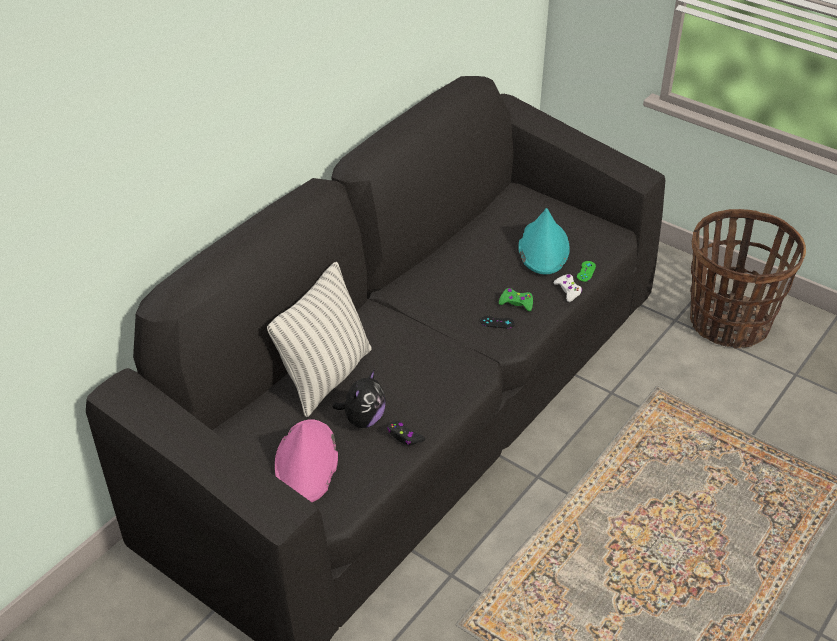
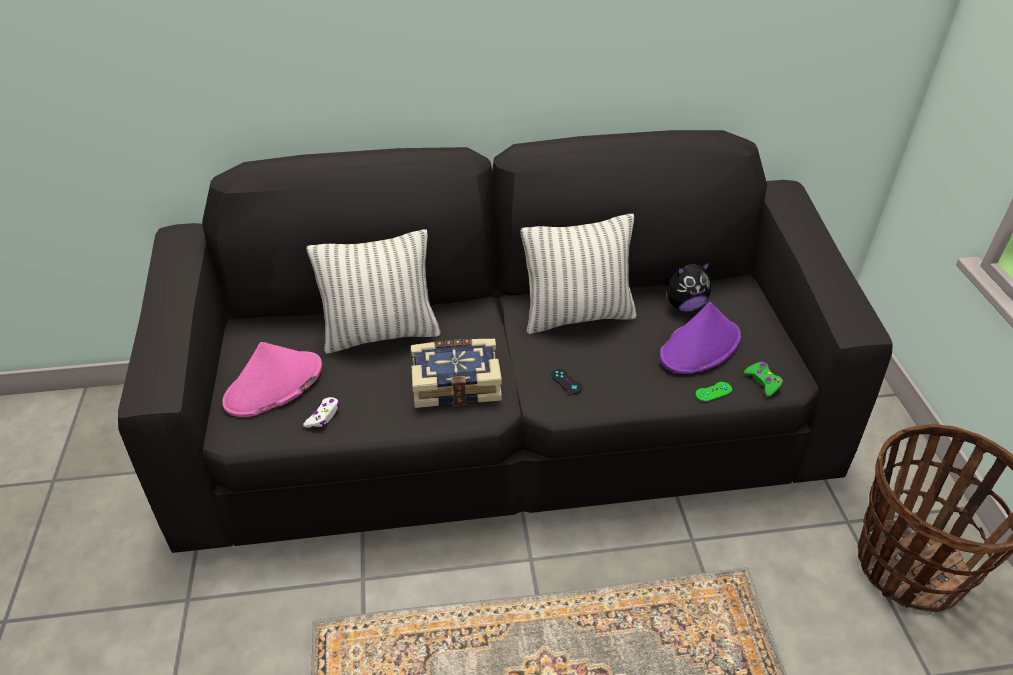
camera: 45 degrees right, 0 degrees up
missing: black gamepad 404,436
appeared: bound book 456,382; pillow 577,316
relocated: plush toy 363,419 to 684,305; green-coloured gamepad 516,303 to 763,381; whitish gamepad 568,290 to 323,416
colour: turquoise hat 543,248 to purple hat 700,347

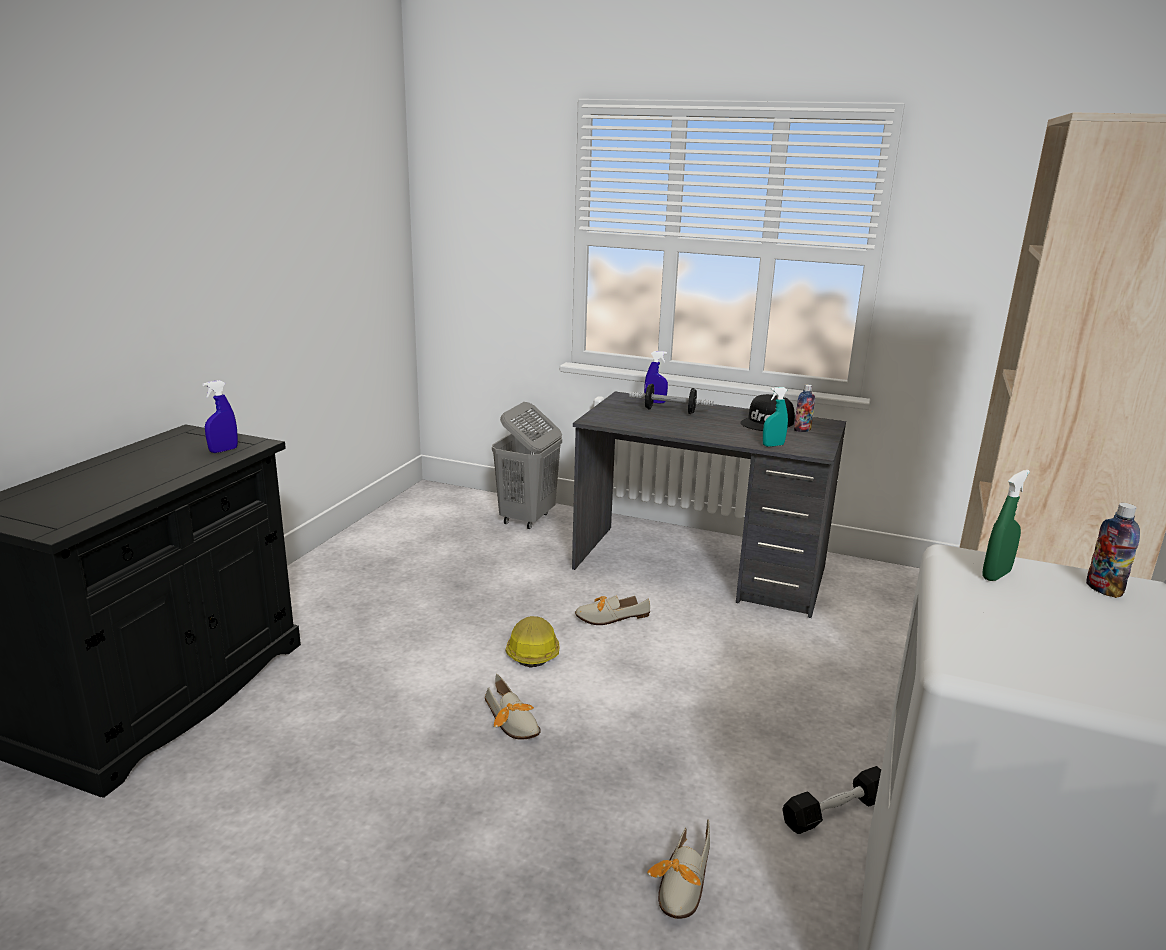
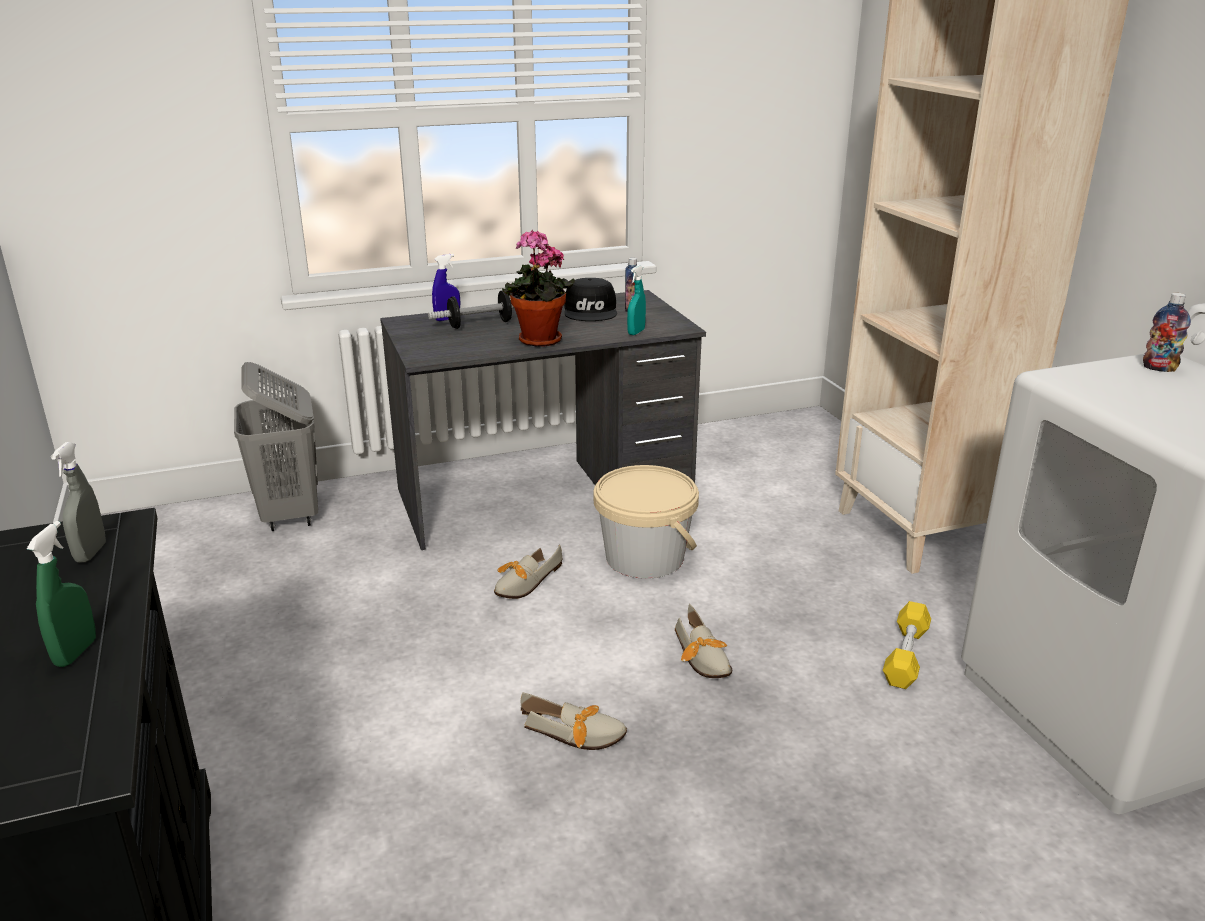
camera: 40 degrees left, 5 degrees up
missing: work helmet 532,651
appeared: houseplant 538,342; beige-coloured bucket 644,558
relocated: item of footwear 682,885 to 704,659; green-coloured spray bottle 996,575 to 76,652
colour: bluish spray bottle 223,450 to gray spray bottle 91,553; black dumbbell 836,811 to yellowish dumbbell 905,656

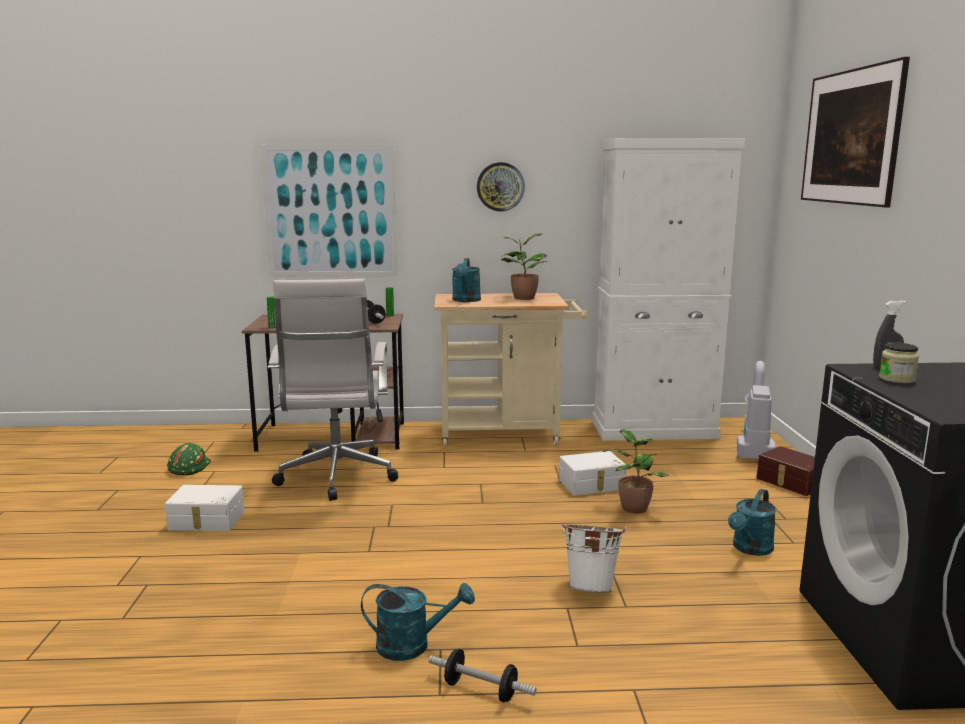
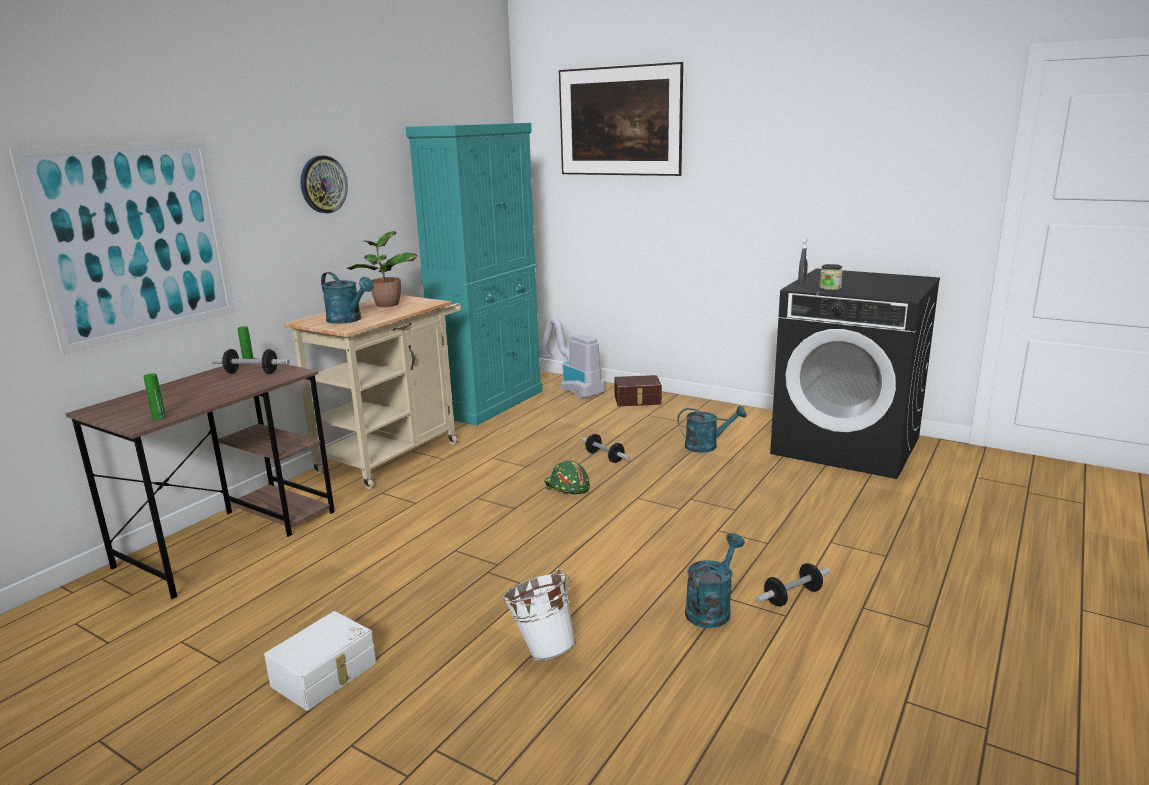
camera: 55 degrees left, 5 degrees up
missing: whitish desk chair 336,478; whitish storage container 592,485
relocated: green-coloured work helmet 188,467 to 566,487; whitish bucket 591,587 to 542,648
exchanged: houseplant 633,507 to dumbbell 604,457
colour: whitish storage cabinet 654,429 to turquoise storage cabinet 490,403
spun: turquoise sprinkling can 750,549 = 707,446 75 degrees counterclockwise

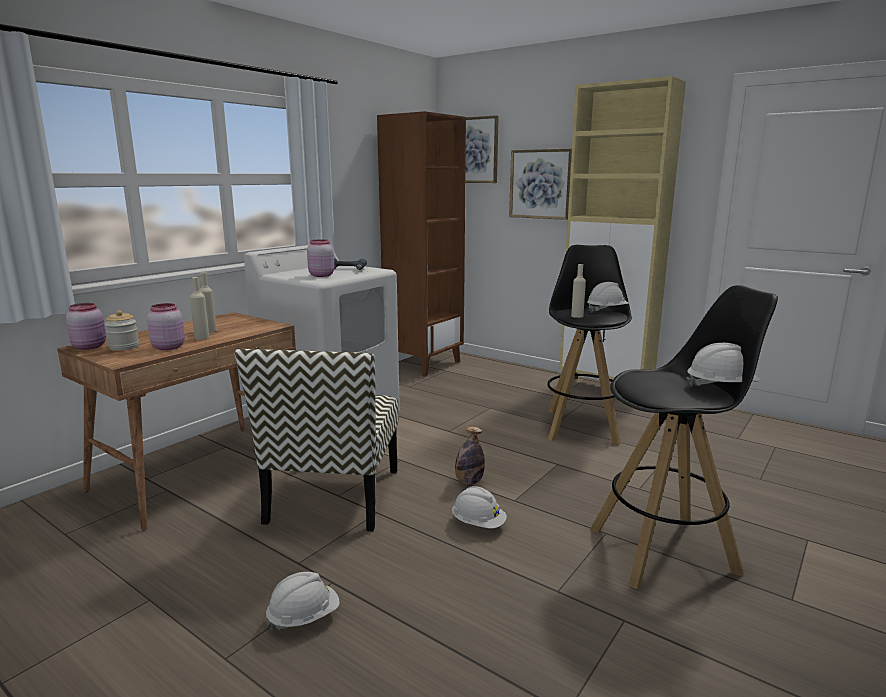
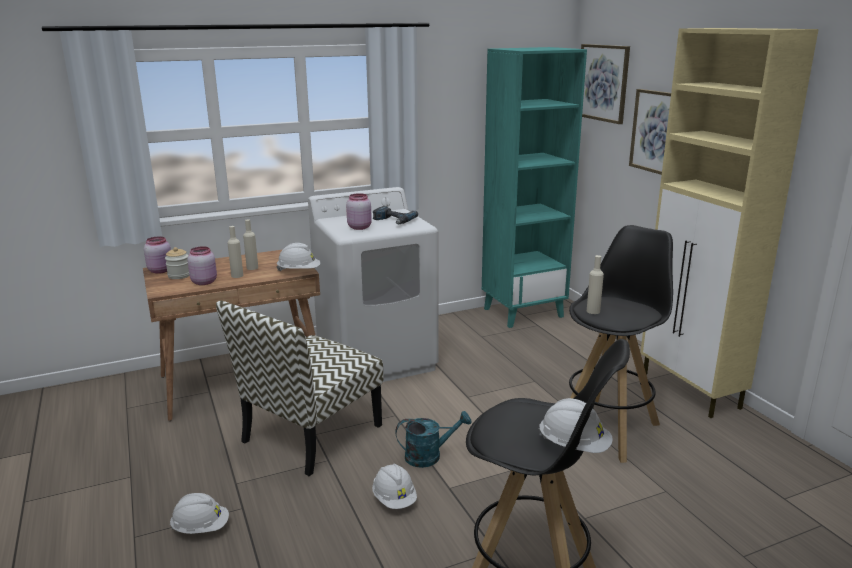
camera: 30 degrees right, 5 degrees up
relocated: whitish work helmet 606,311 to 299,271
exchanged: bottle 469,482 to turquoise sprinkling can 429,456
colour: brown shelving unit 424,364 to turquoise shelving unit 523,312

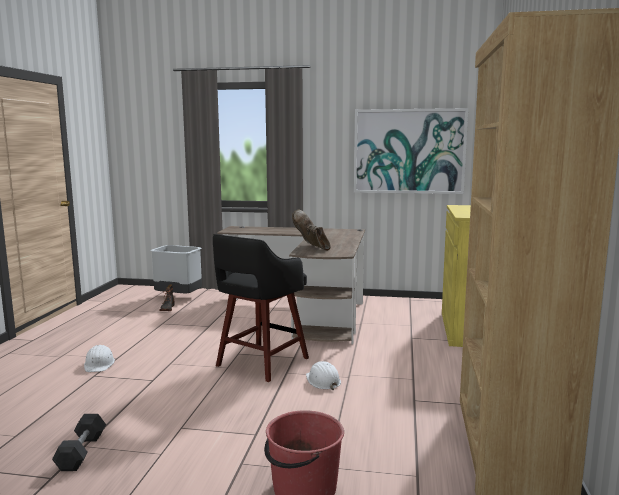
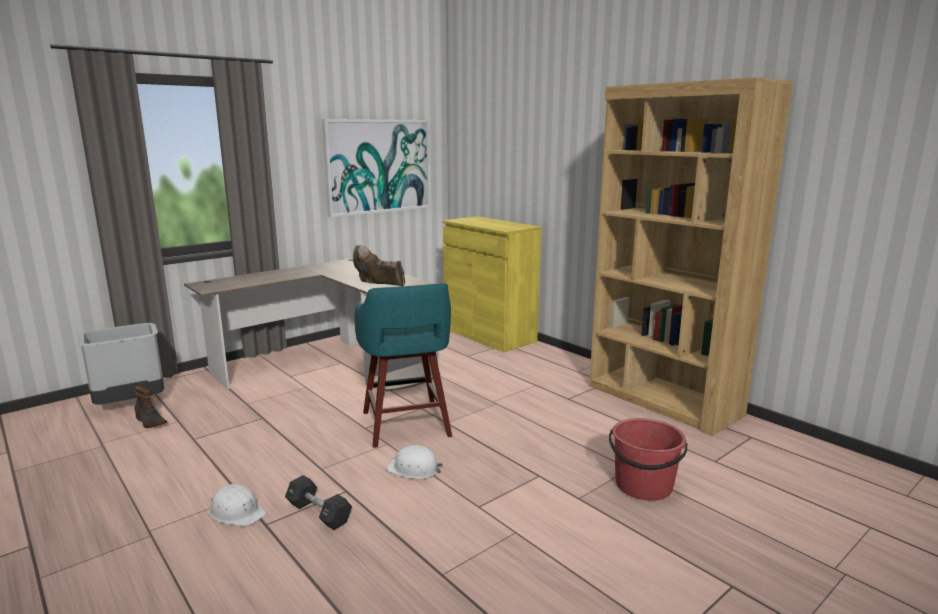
camera: 50 degrees left, 5 degrees up
relocated: black dumbbell 81,452 to 319,513; whitish work helmet 323,381 to 414,469
colour: black sitting stool 260,363 to turquoise sitting stool 406,425

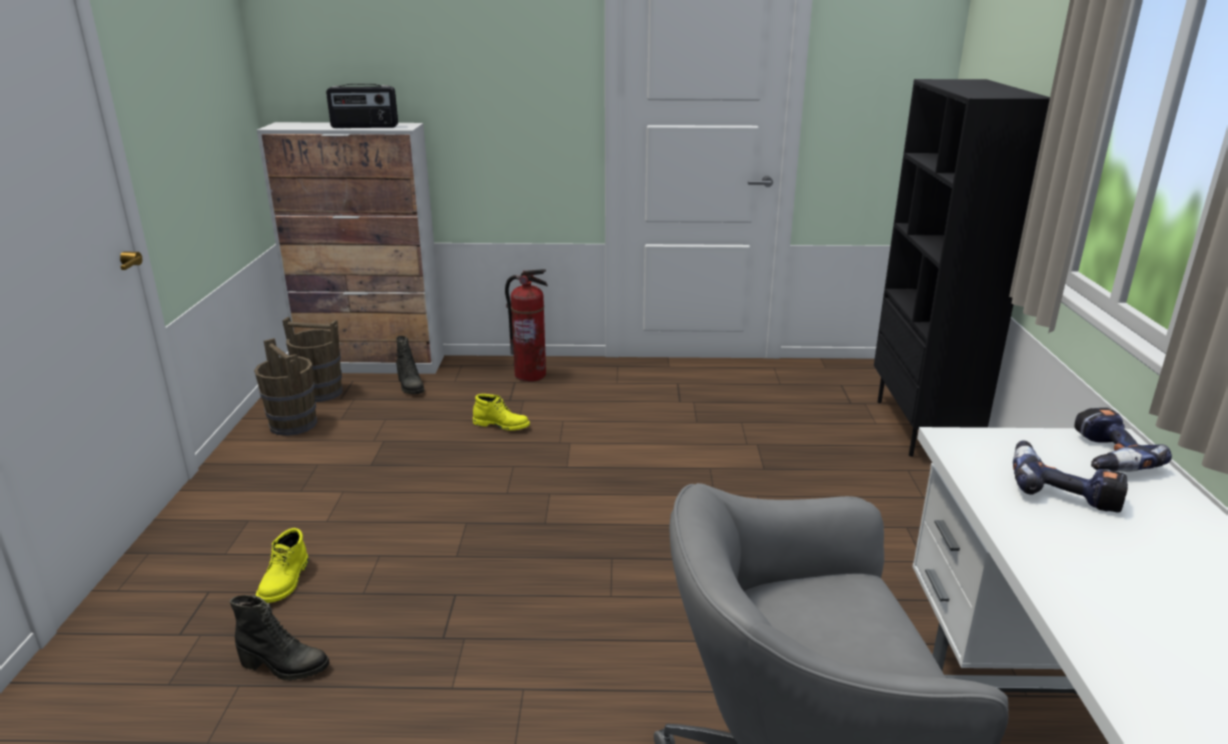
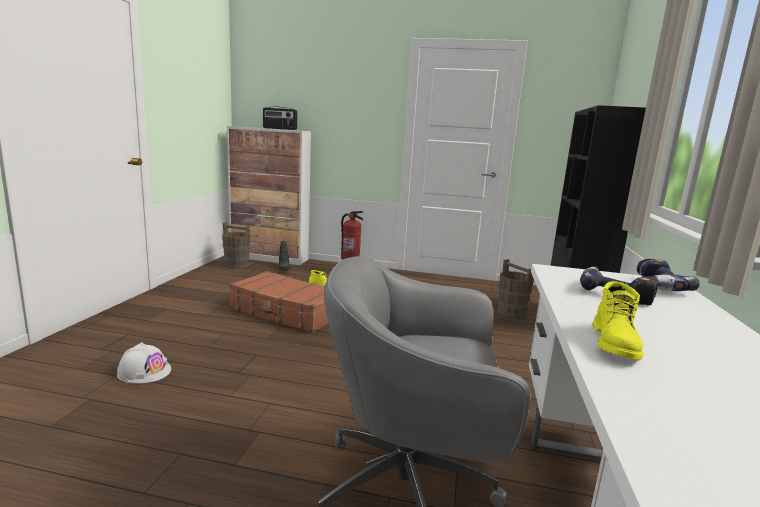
camera: 10 degrees right, 10 degrees down
appeared: brown travel case 287,312
relocated: brown bucket 293,424 to 511,312; yellowish tall boot 285,582 to 616,344
exchanged: black tall boot 284,667 to whitish work helmet 144,371

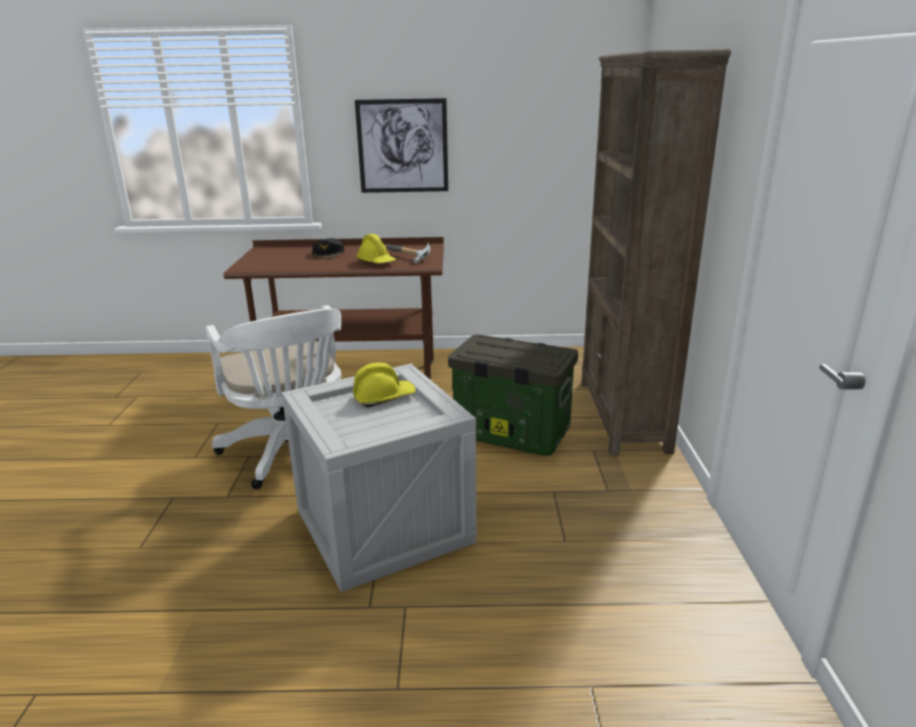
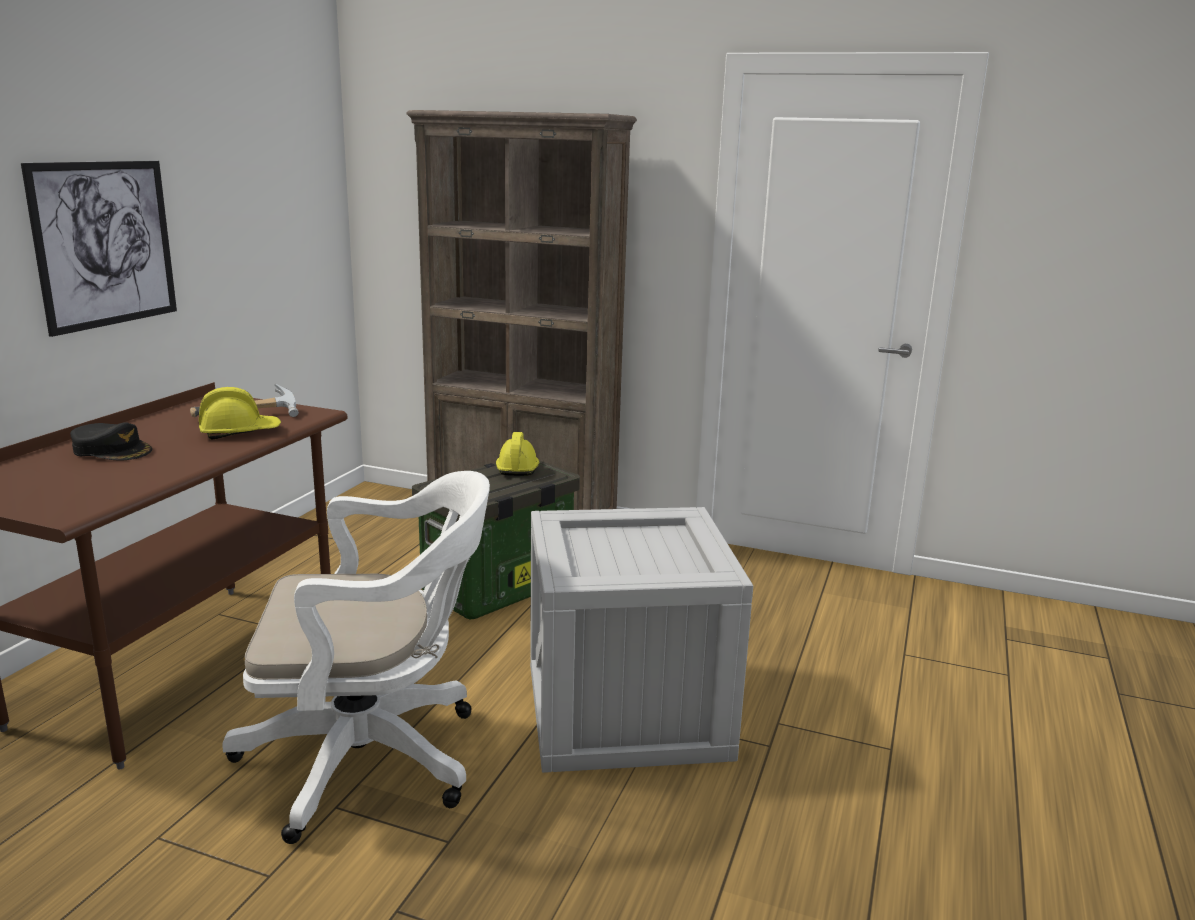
camera: 70 degrees left, 5 degrees down
relocated: yellowish work helmet 384,397 to 517,467

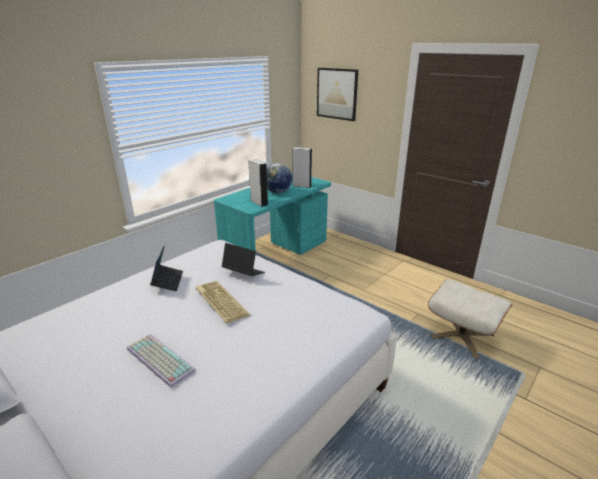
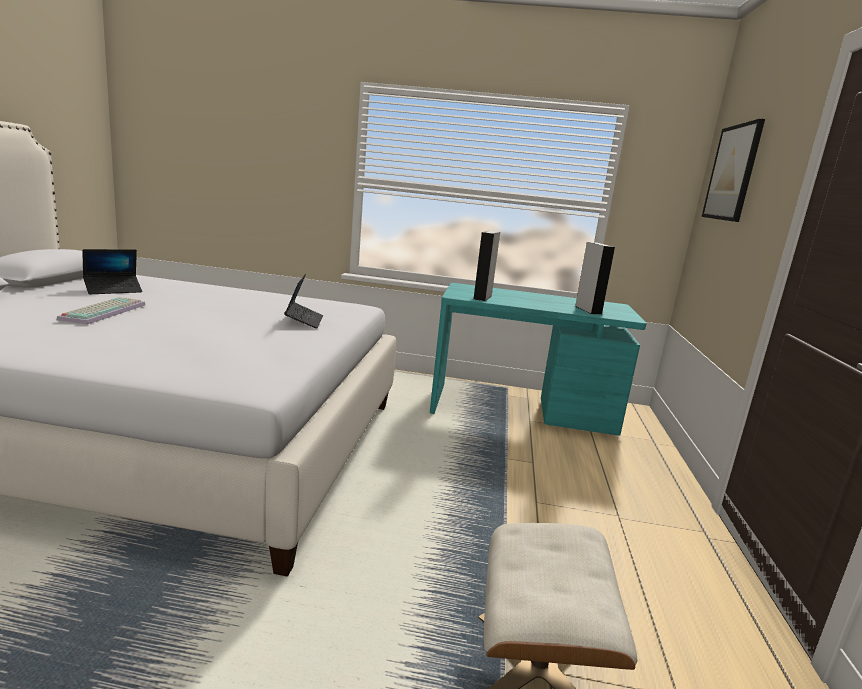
camera: 55 degrees right, 10 degrees down
missing: computer keyboard 220,302; desk globe 277,192
relocated: laptop 168,281 to 113,290

